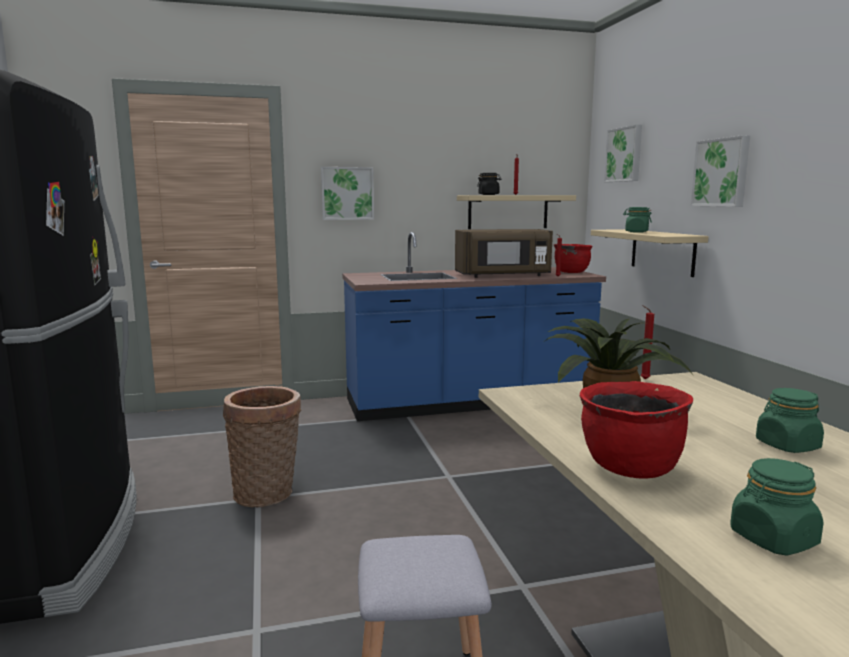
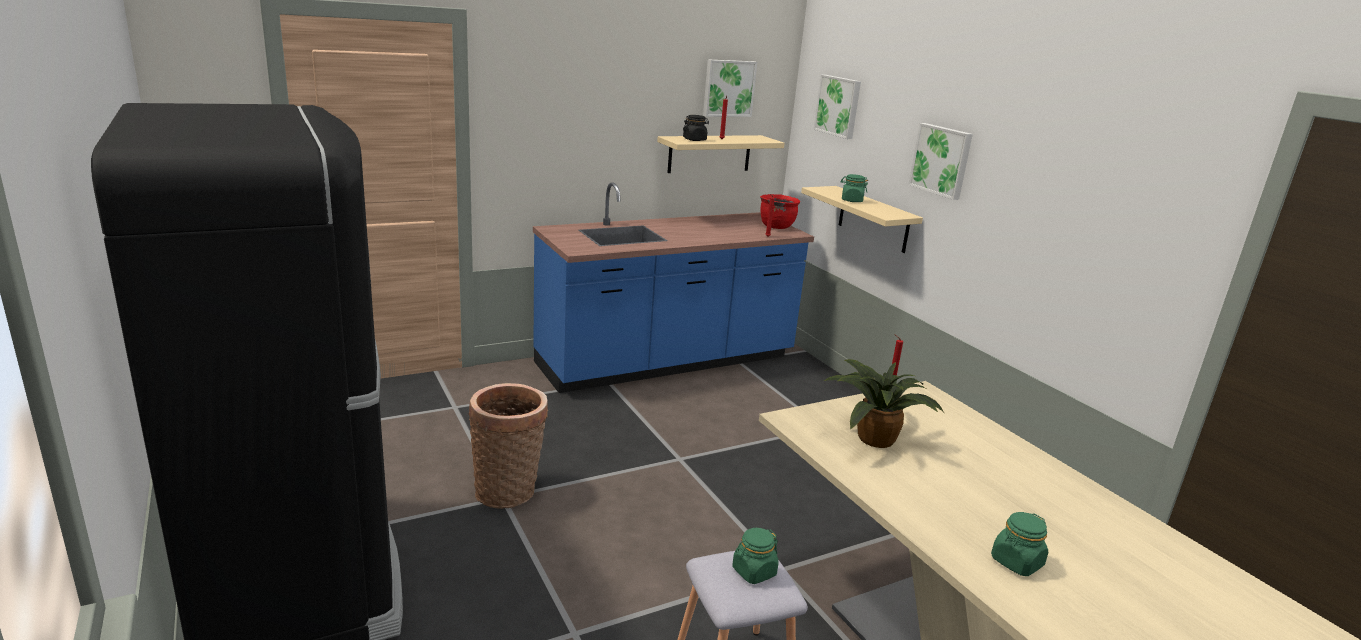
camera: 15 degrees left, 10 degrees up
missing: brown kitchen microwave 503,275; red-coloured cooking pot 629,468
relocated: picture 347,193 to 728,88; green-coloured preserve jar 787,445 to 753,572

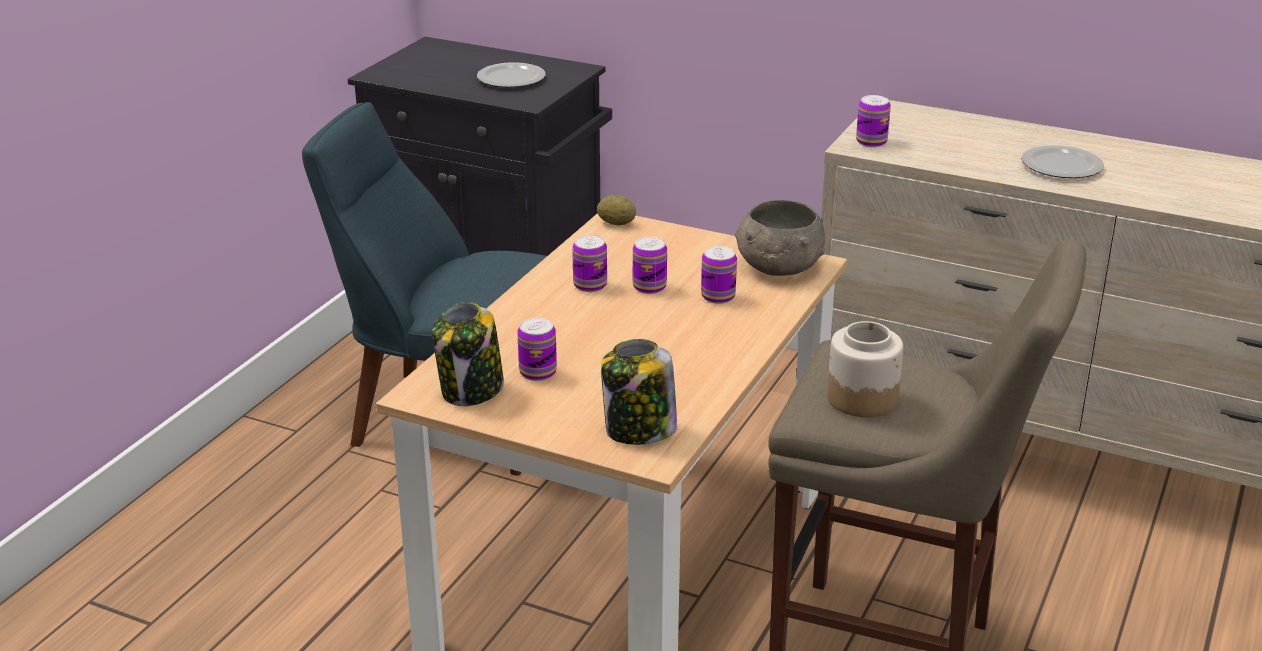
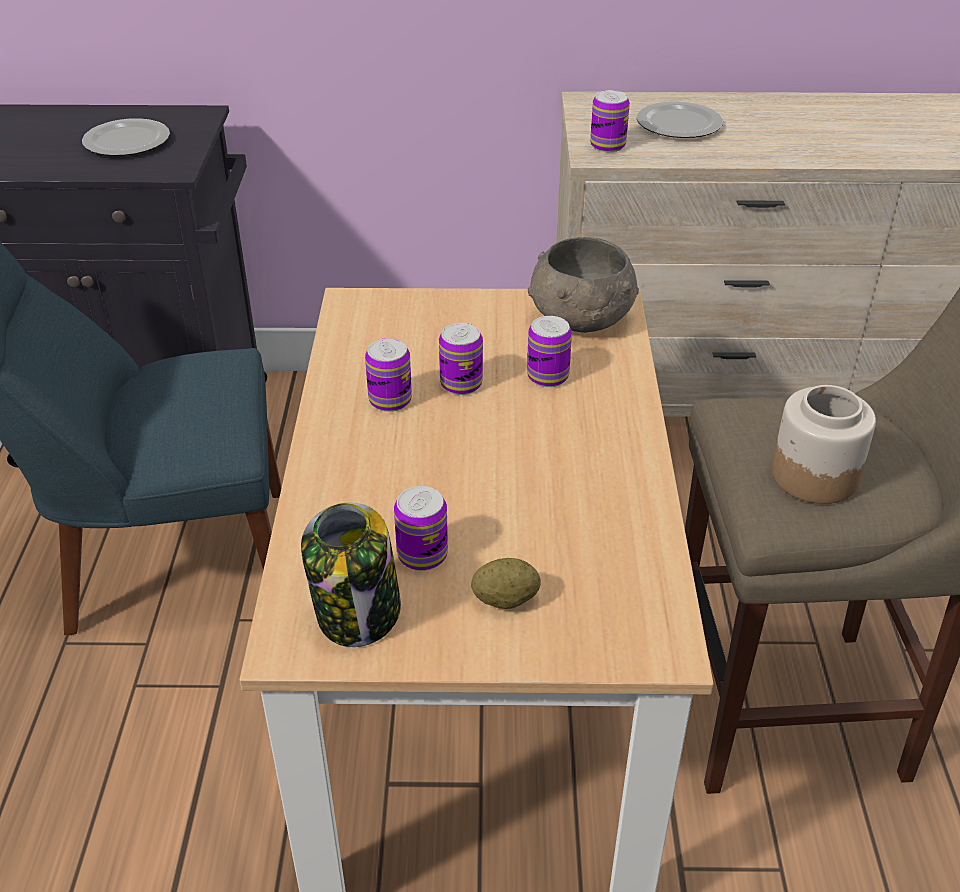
camera: 25 degrees left, 10 degrees up
missing: preserve jar 639,431
relocated: whole potato 616,223 to 505,600; plate 1063,166 to 680,124

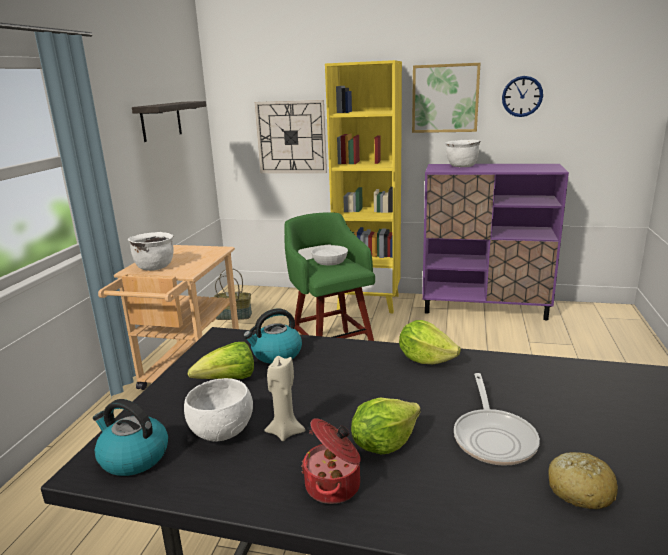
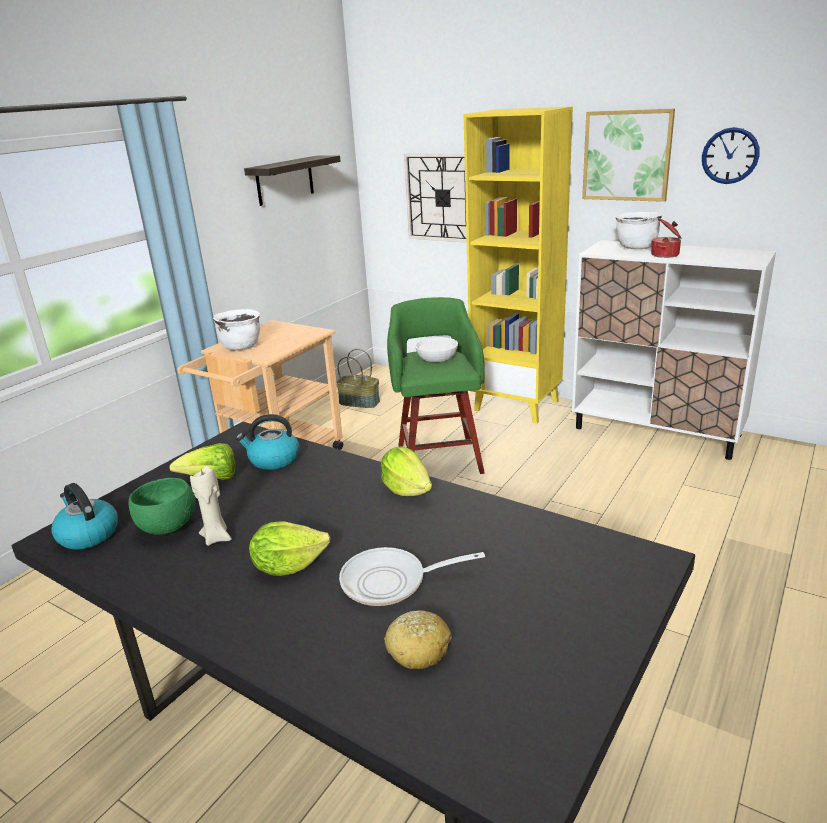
camera: 20 degrees right, 5 degrees up
relocated: cooking pot 334,486 to 666,255
colour: whitish bowl 222,431 to green-coloured bowl 169,526; purple storage cabinet 485,308 to whitish storage cabinet 657,432
spun: pan 493,437 = 391,582 60 degrees clockwise

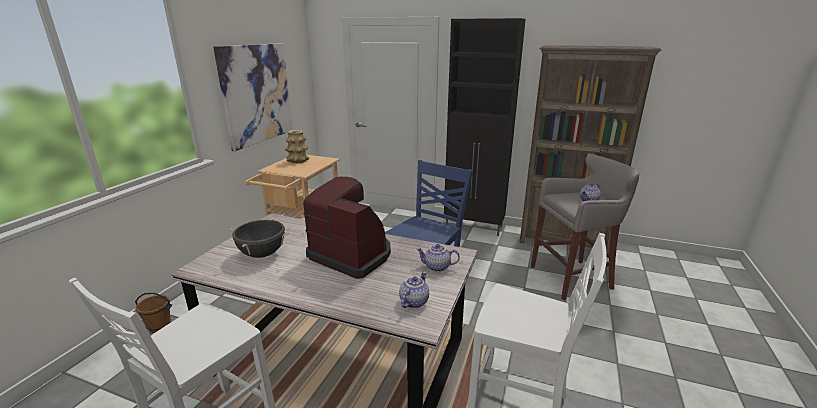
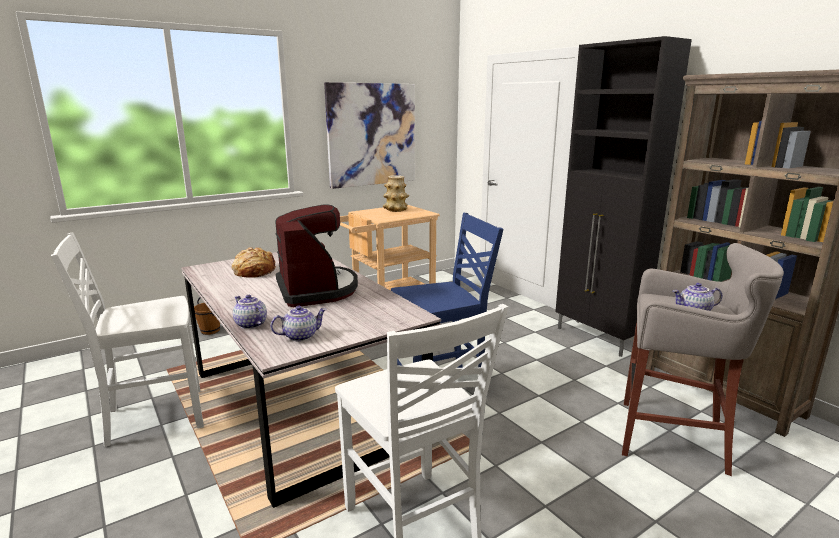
camera: 35 degrees right, 5 degrees down
relocated: tea pot 437,267 to 250,324
exchanged: black cooking pot 262,254 to baked bread 254,271

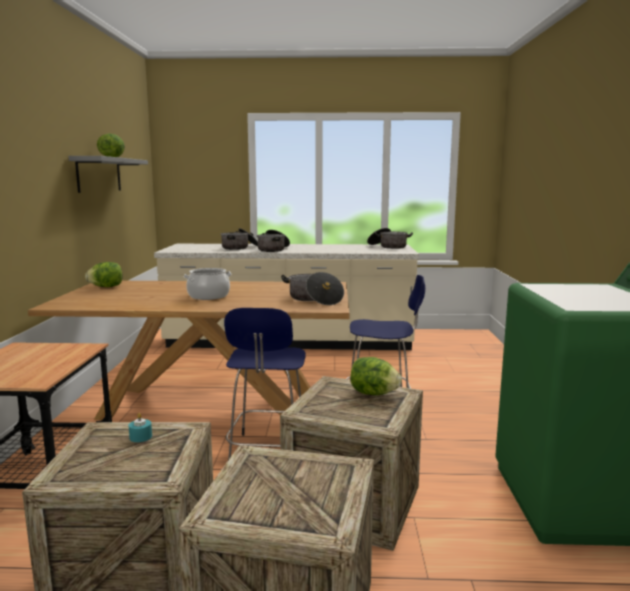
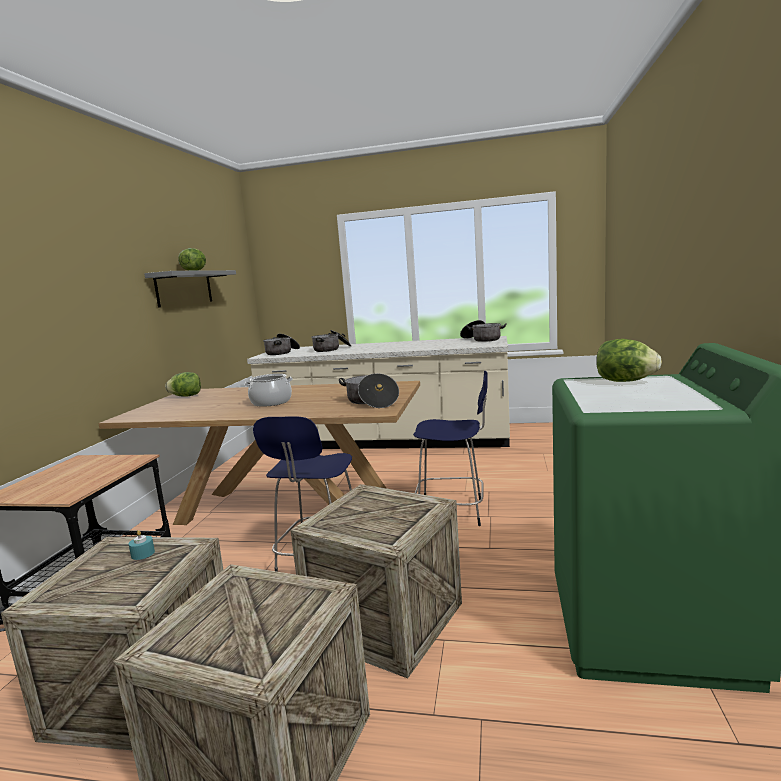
camera: 10 degrees right, 0 degrees up
relocated: cooking pot 273,249 to 282,352; lettuce 373,394 to 625,381

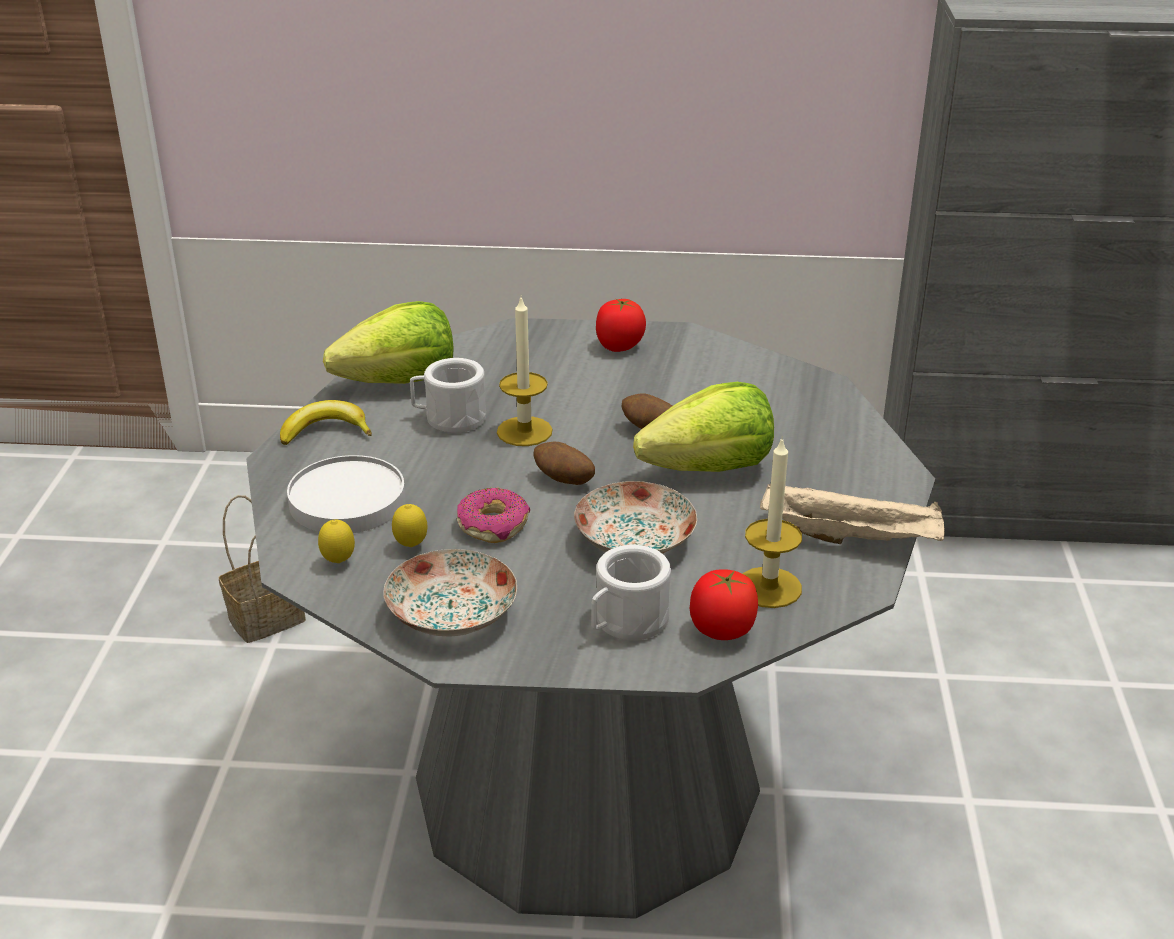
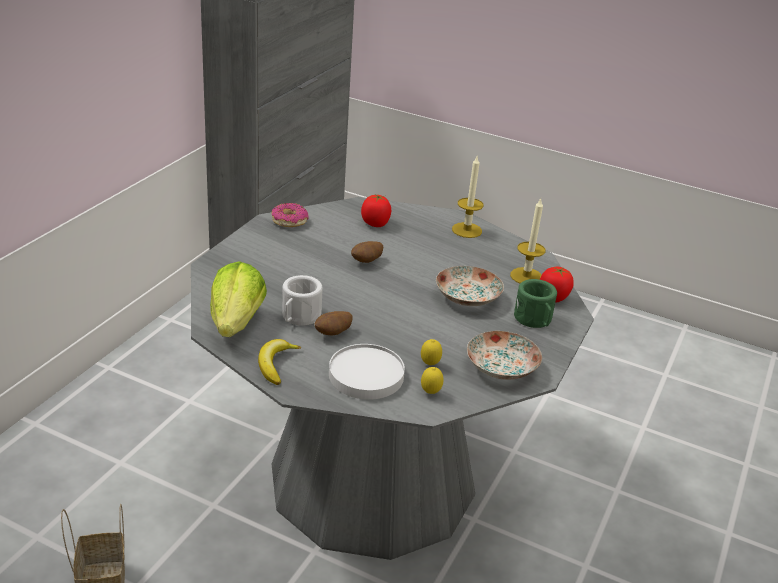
camera: 70 degrees left, 0 degrees up
missing: lettuce 710,469; beige-coloured serving tray 852,538
relocated: ring doughnut 493,525 to 289,221; wax light 524,431 to 467,230; whole potato 563,481 to 333,334; whole tomato 619,346 to 375,224
colour: whitish coffee mug 625,623 to green-coloured coffee mug 534,320

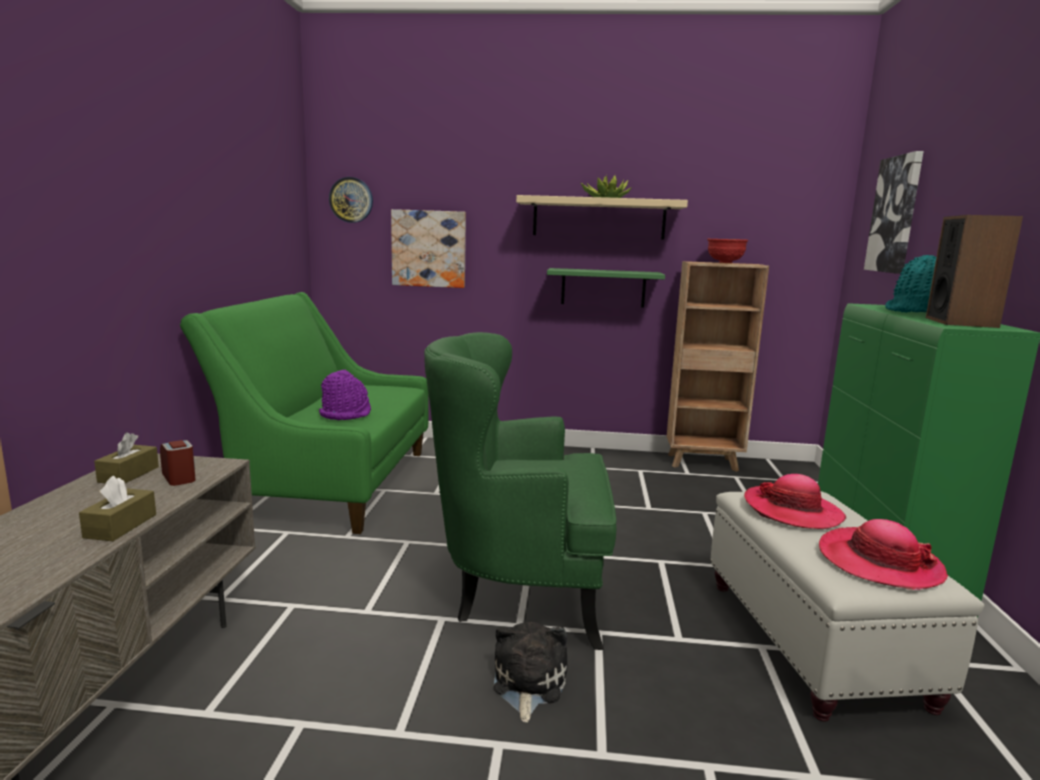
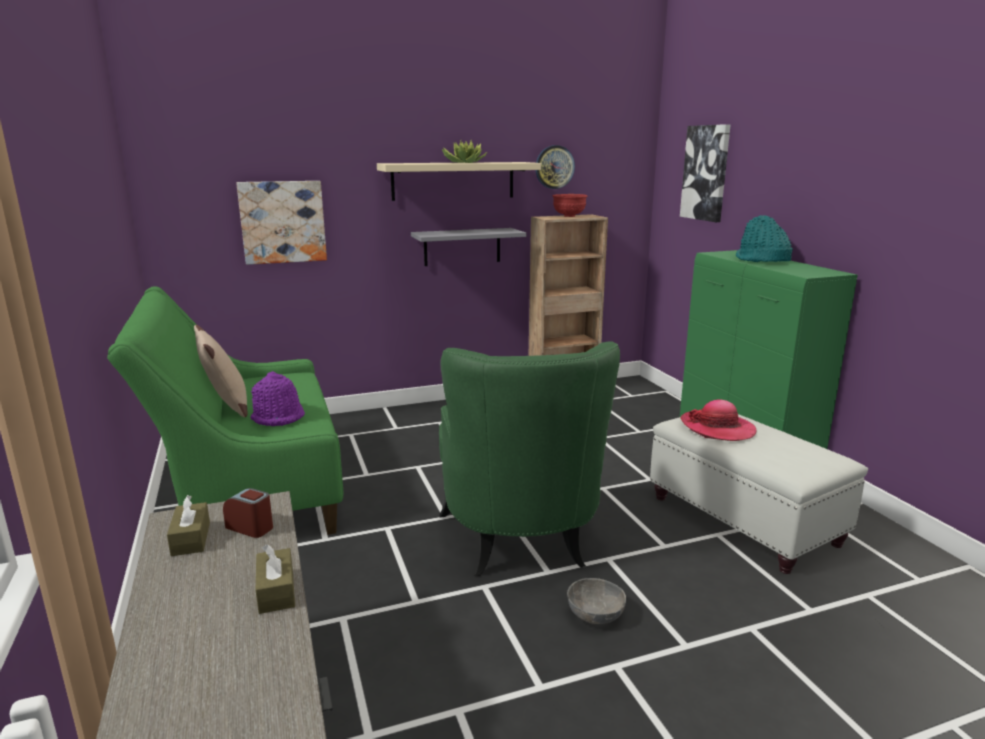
camera: 25 degrees left, 5 degrees up
missing: hat 879,562; loudspeaker 961,322
appeared: beige-coloured pillow 227,407
relocated: hanging clock 351,200 to 554,167
exchanged: plush toy 527,683 to gray bowl 595,615
colour: green-coloured wall shelf 603,287 to gray wall shelf 462,246
spun: green-coloured armchair 518,590 = 521,543 75 degrees counterclockwise

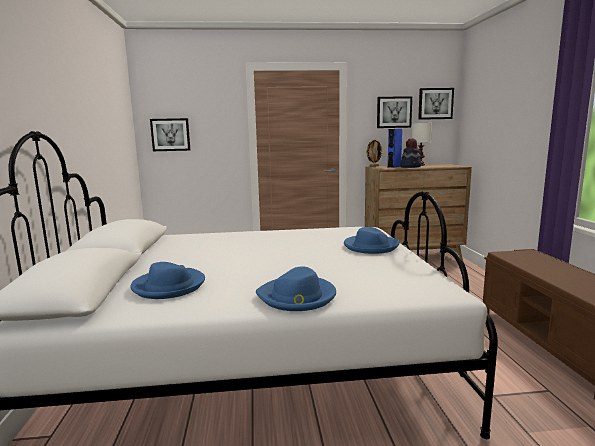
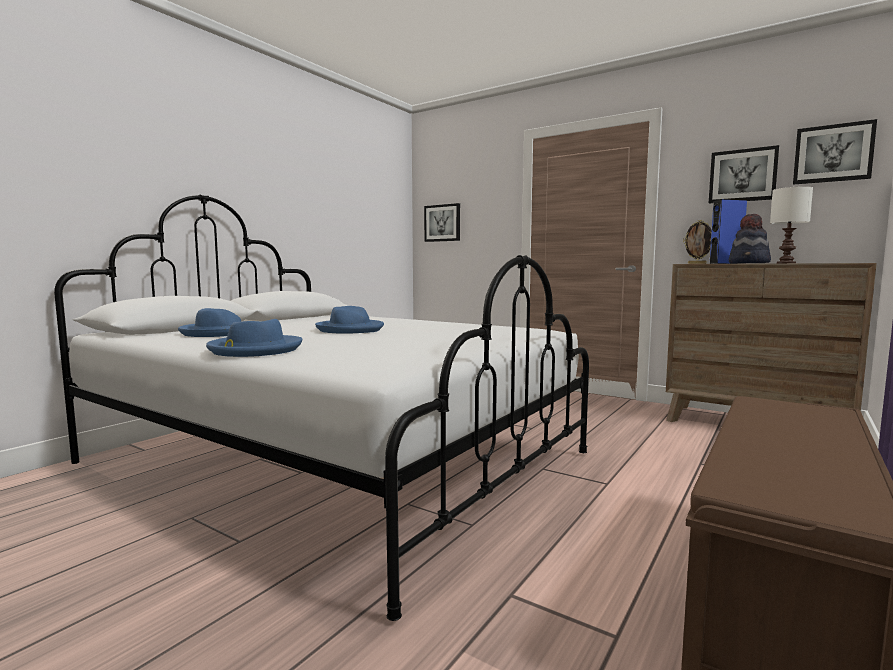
camera: 40 degrees right, 5 degrees down
relocated: bluish hat 371,246 to 350,329

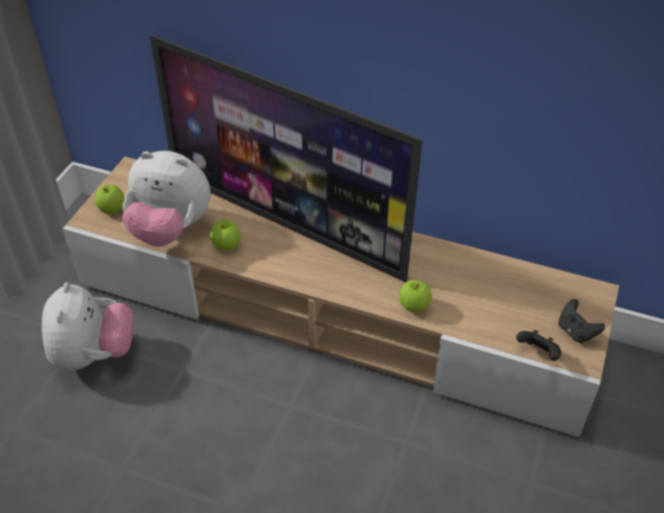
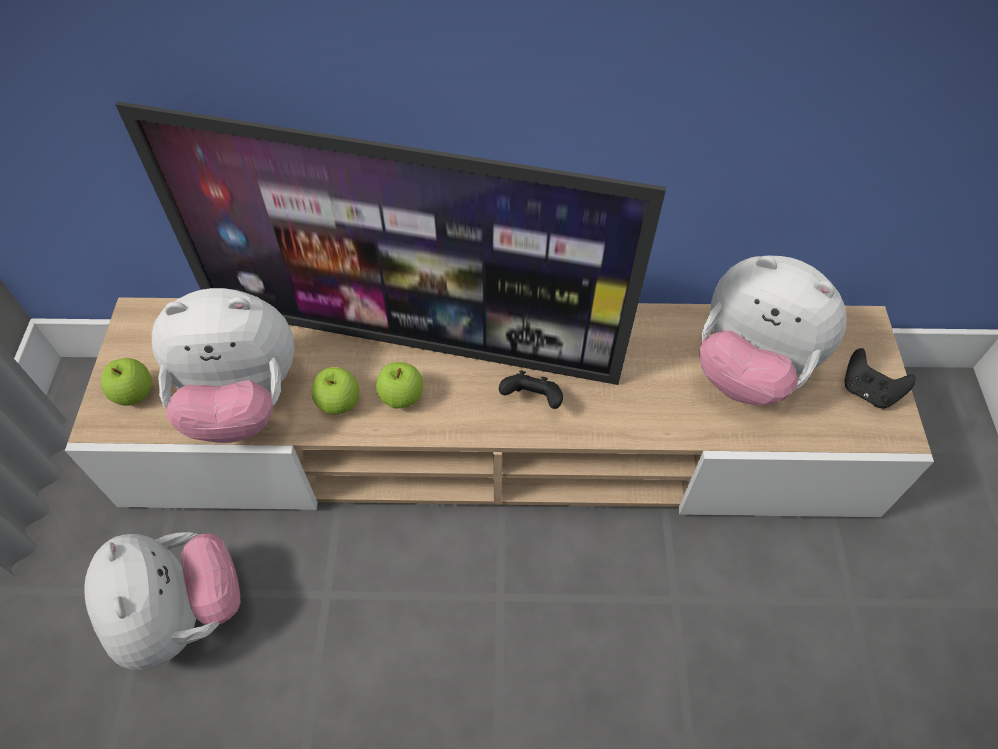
camera: 20 degrees left, 10 degrees up
appeared: plush toy 750,369
relocated: whole apple 414,306 to 401,397; black gamepad 538,353 to 532,400

